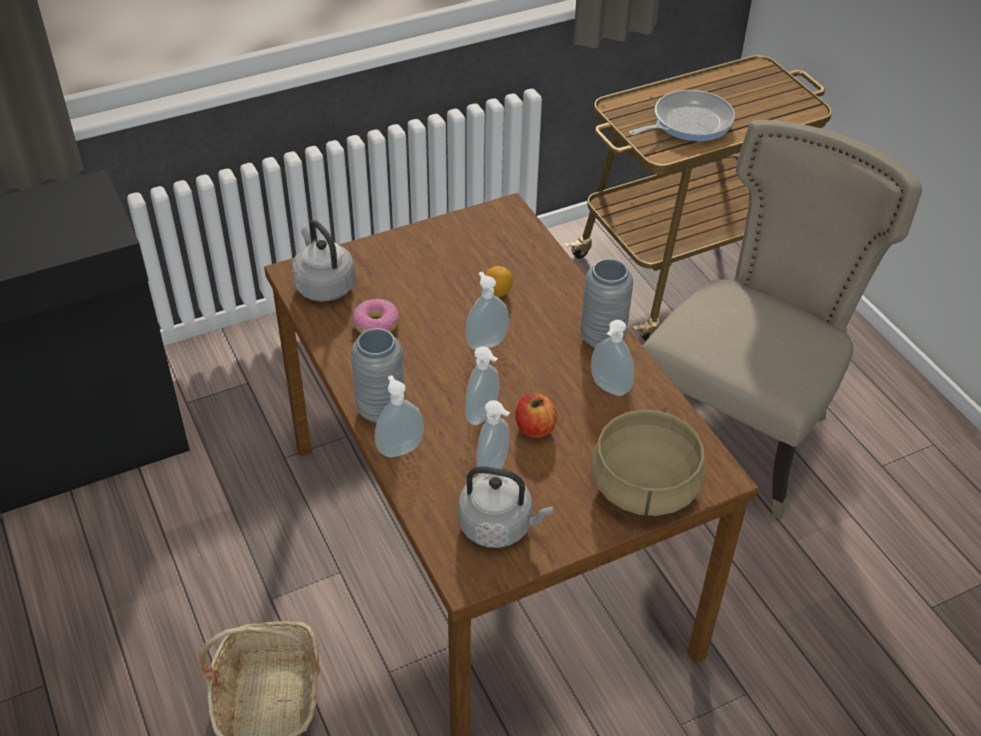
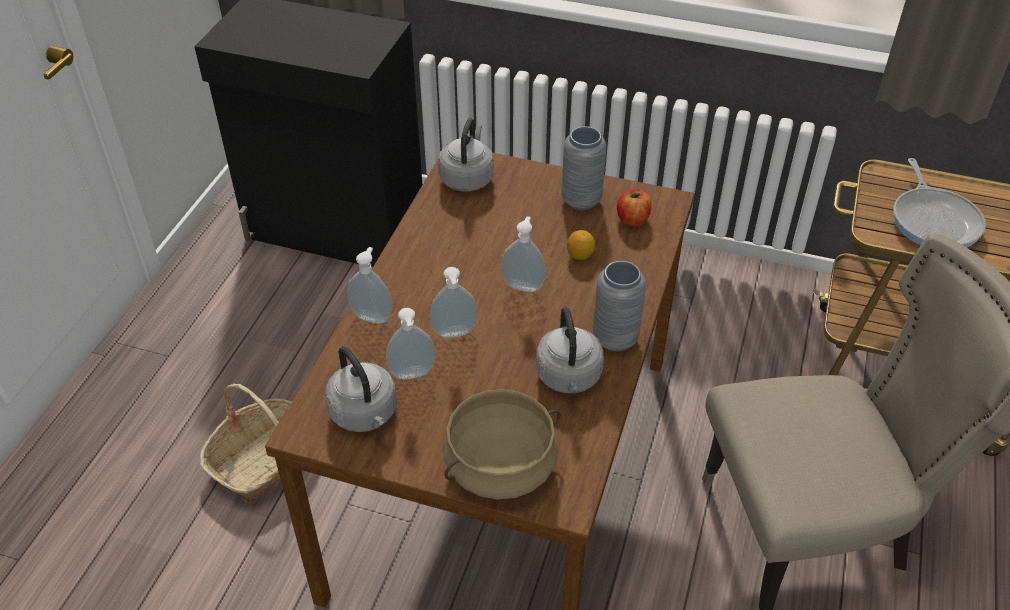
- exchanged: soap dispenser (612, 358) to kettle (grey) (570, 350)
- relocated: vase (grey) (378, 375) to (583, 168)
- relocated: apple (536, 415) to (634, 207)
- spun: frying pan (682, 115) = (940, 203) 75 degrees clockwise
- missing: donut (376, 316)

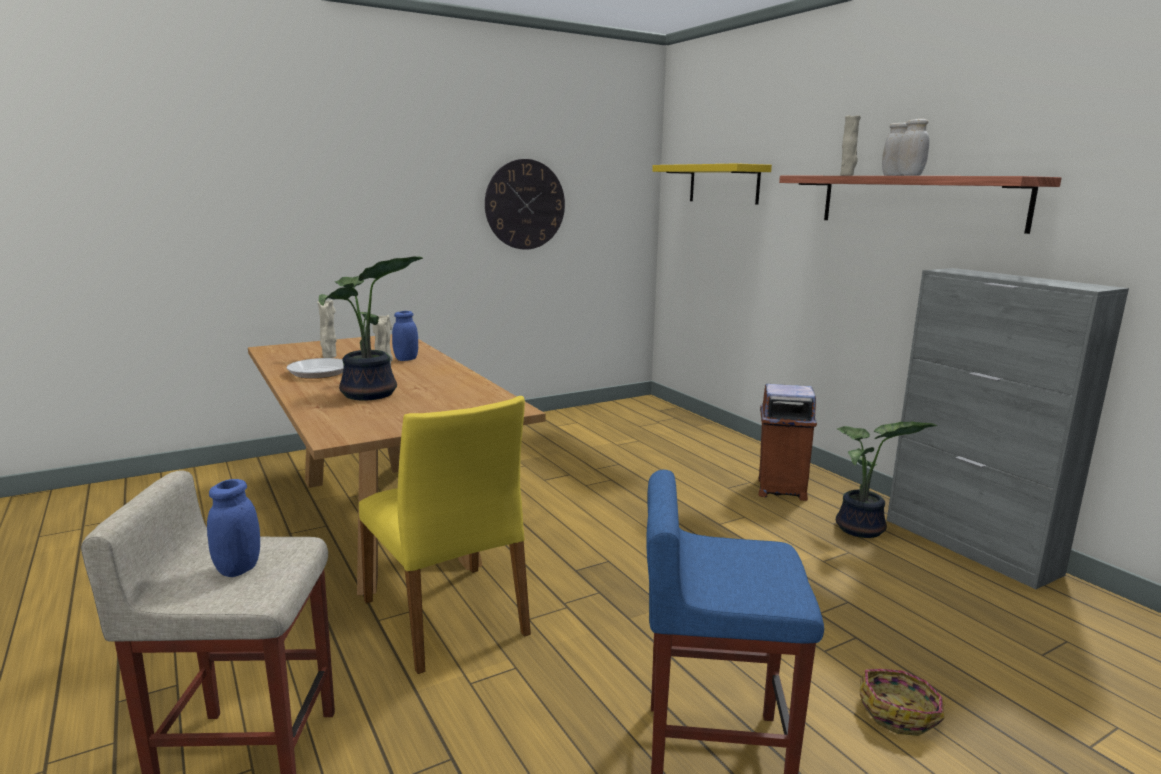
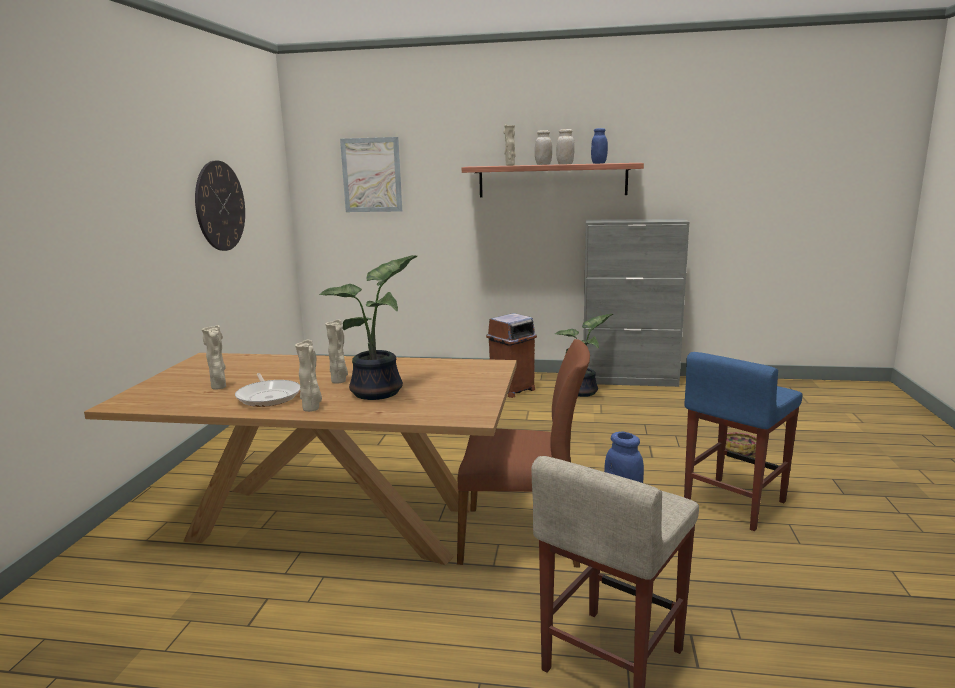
- appeared: vase (beige) (308, 376)
- exchanged: shelf (yellow) (712, 183) to picture (371, 174)
- colour: chair (yellow) (445, 535) to chair (brown) (523, 453)
- relocated: jar (blue) (405, 336) to (599, 146)

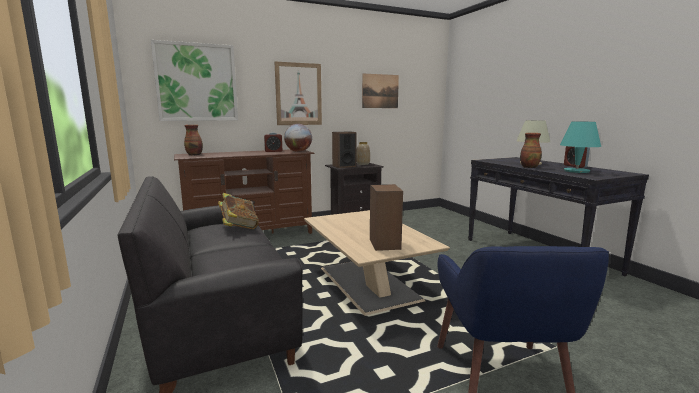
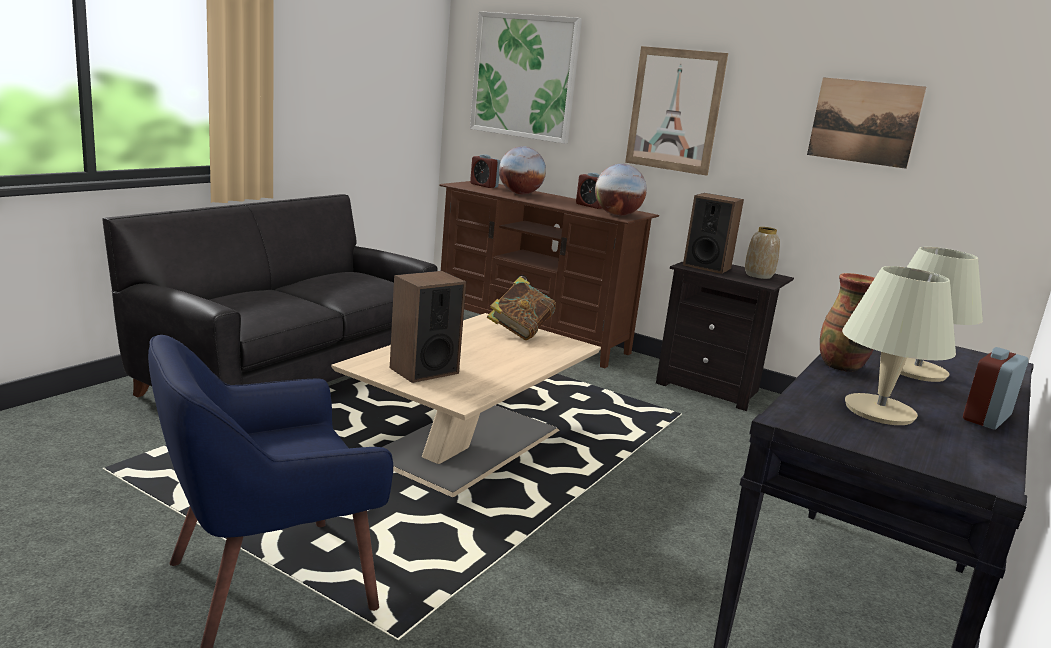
- exchanged: vase (193, 140) to alarm clock (485, 171)
- relocated: book (238, 211) to (521, 308)
- appeared: globe (522, 170)
- colour: table lamp (turquoise) (580, 147) to table lamp (beige) (899, 345)

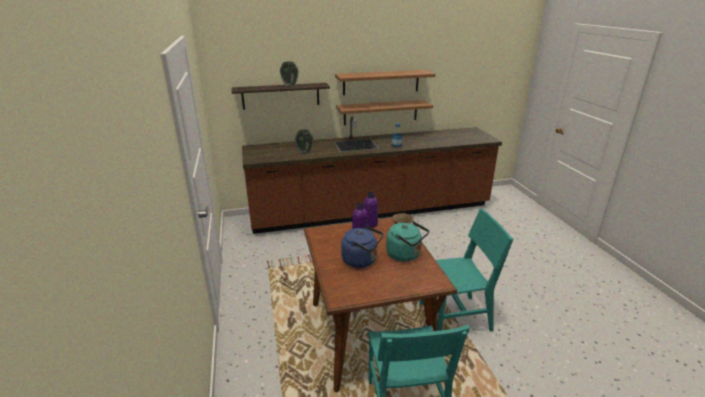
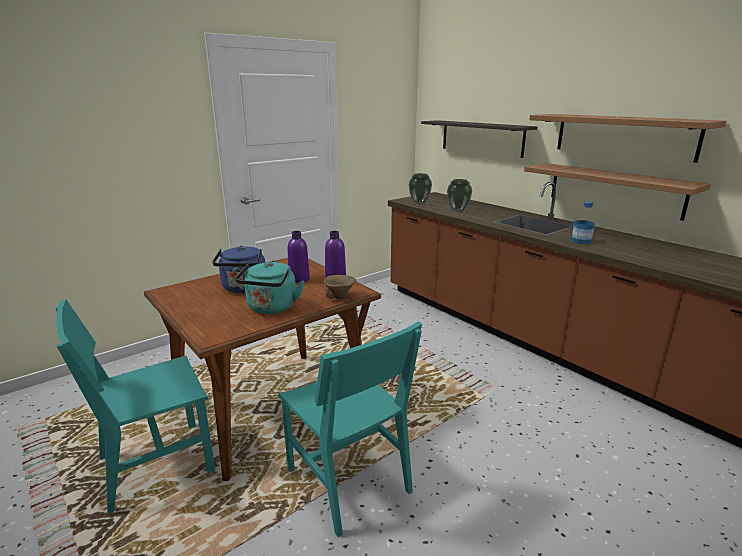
- relocated: vase (289, 74) to (420, 188)

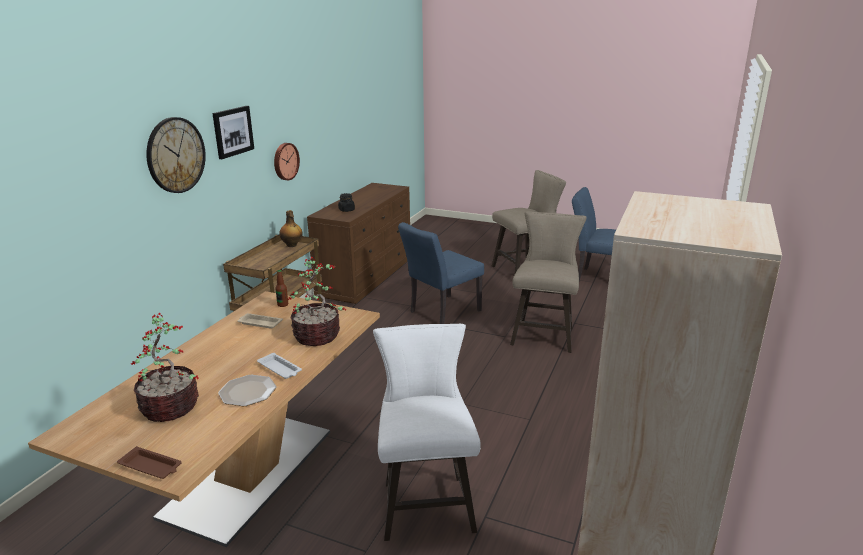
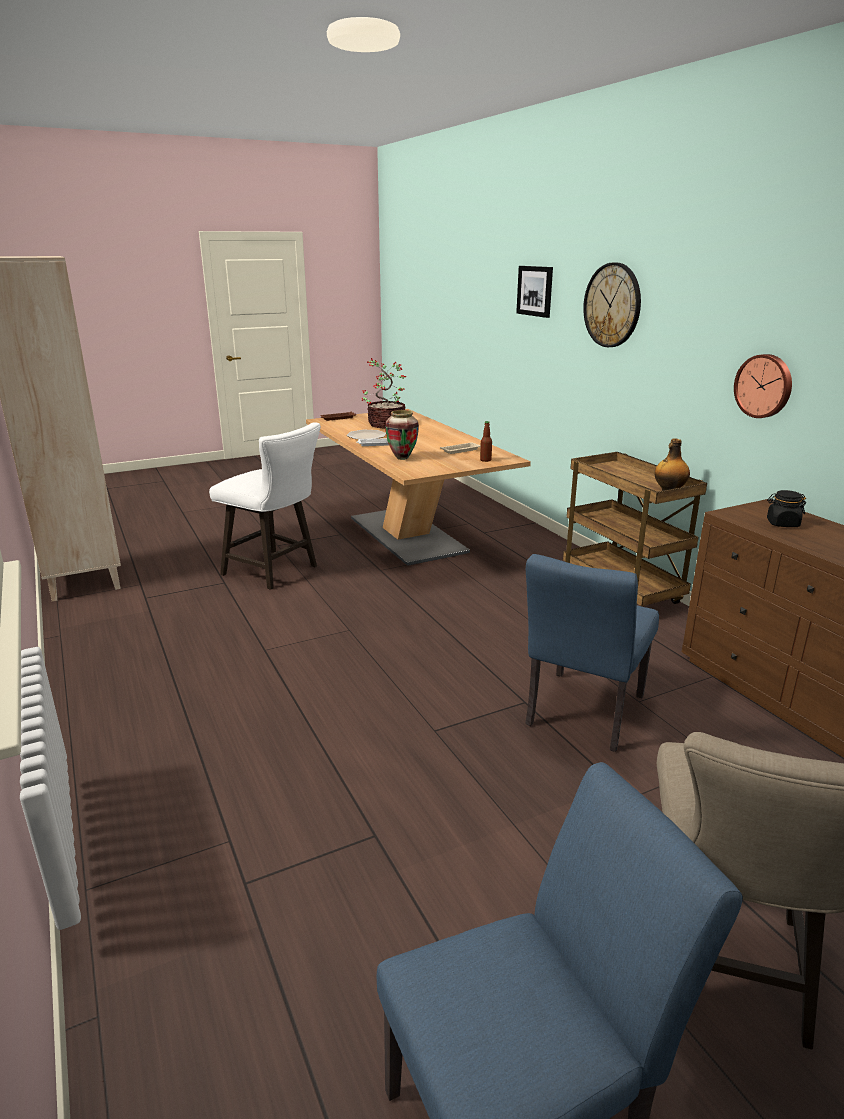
- exchanged: potted plant (317, 301) to vase (402, 435)
- relocated: picture (233, 132) to (534, 292)
- spun: chair (blue) (441, 273) = (592, 653) 150 degrees counterclockwise
- missing: stool (beige) (548, 282)

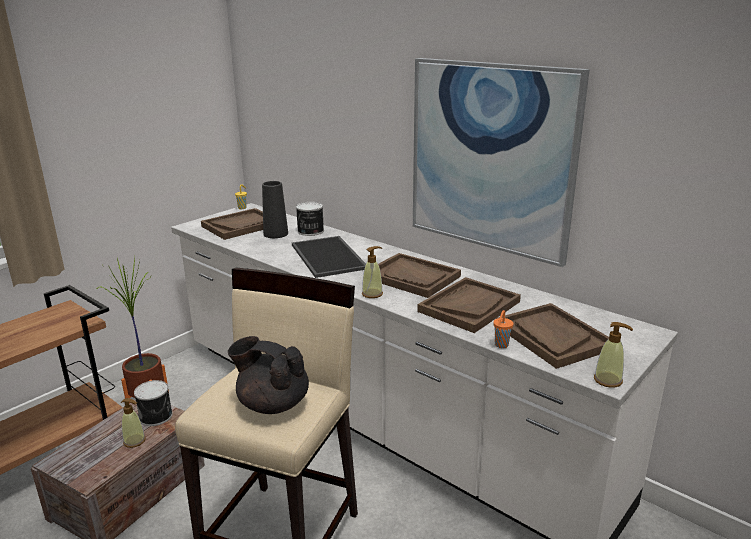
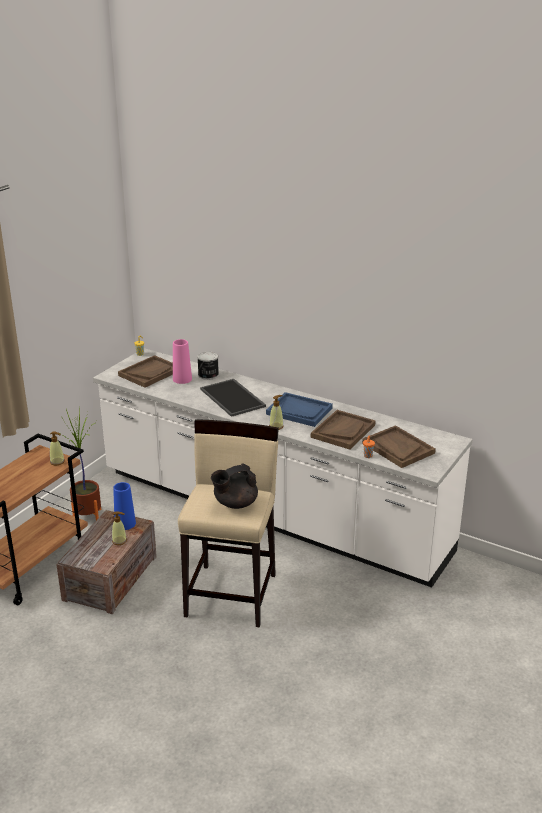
- relocated: soap dispenser (613, 355) to (57, 448)
- exchanged: can (153, 403) to vase (blue) (124, 506)
- colour: vase (black) (275, 209) to vase (pink) (182, 361)
- spun: teapot (black) (268, 375) = (234, 486) 45 degrees counterclockwise
- colour: tray (brown) (419, 275) to tray (blue) (299, 409)
- missing: picture (501, 162)

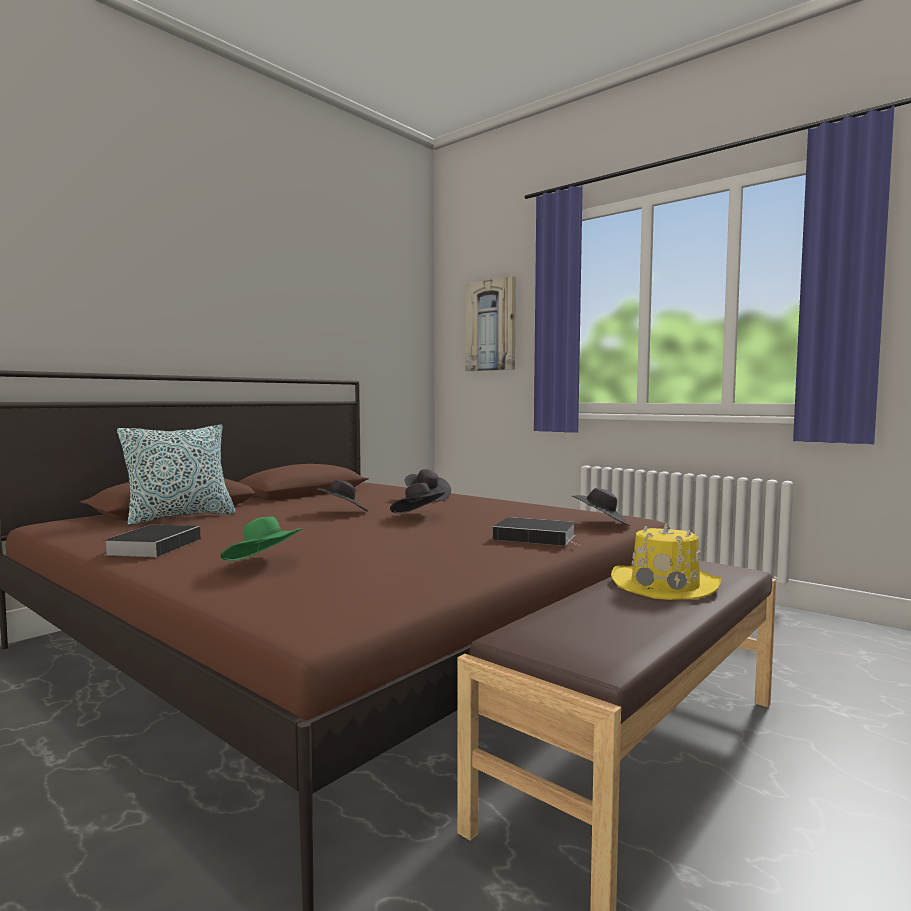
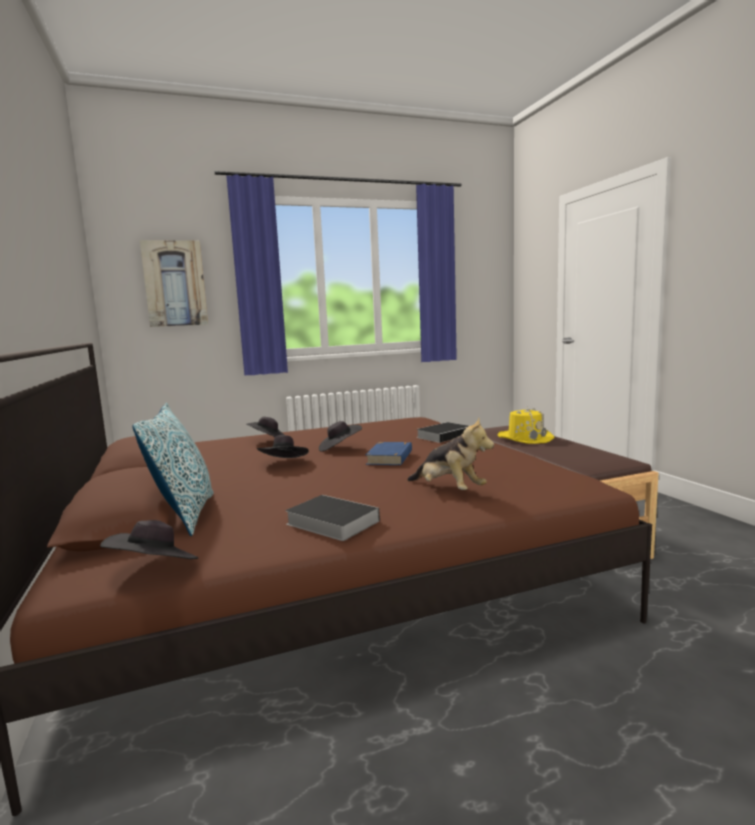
- relocated: hat (black) (601, 507) to (149, 539)
- appeared: book (blue) (389, 453)
- exchanged: hat (green) (261, 539) to plush toy (450, 453)

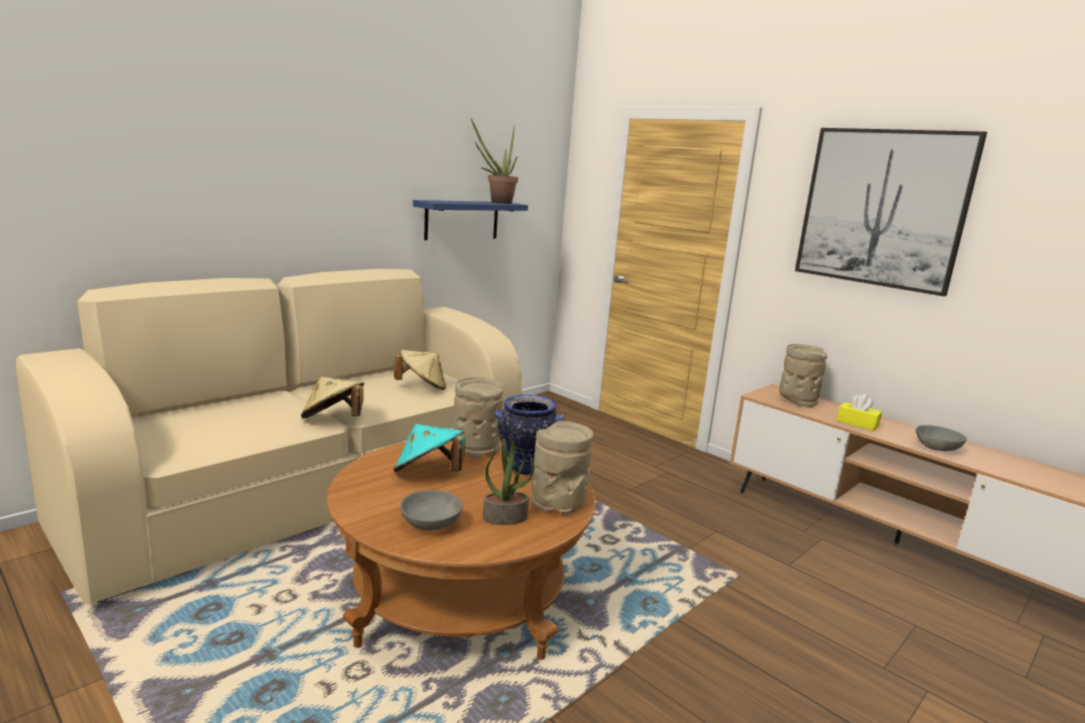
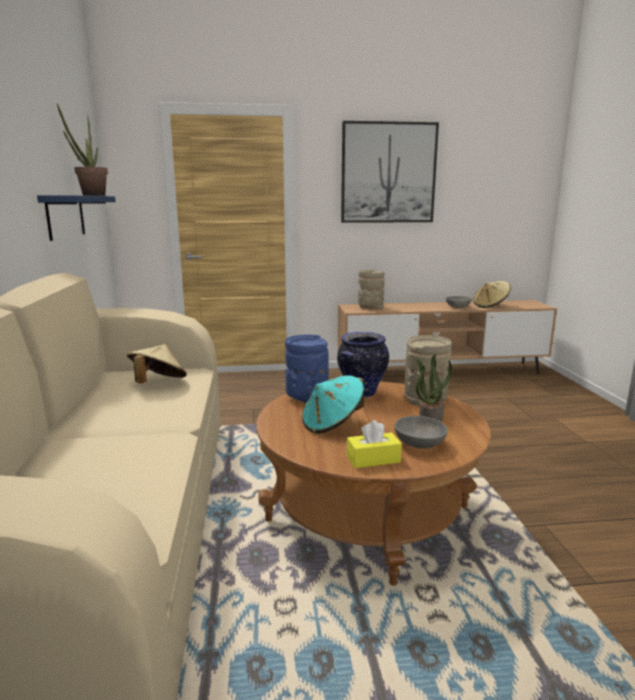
- colour: vase (beige) (478, 417) to vase (blue) (307, 369)
- relocated: tissue box (yellow) (859, 412) to (374, 444)
- relocated: hat (beige) (332, 398) to (492, 294)

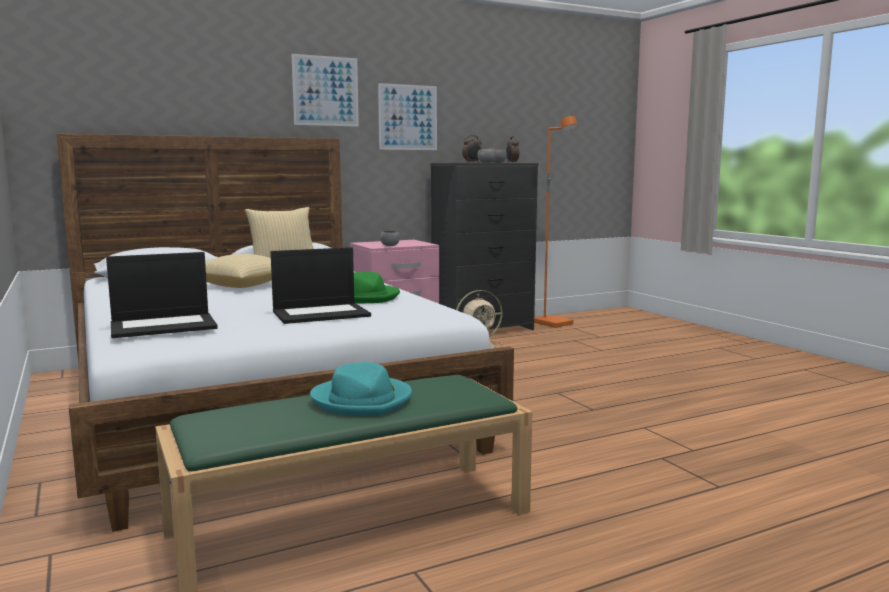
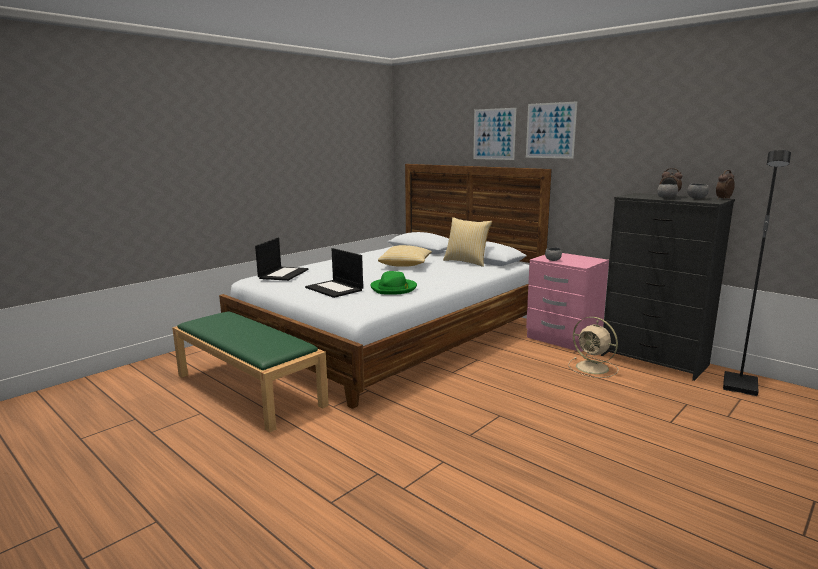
- spun: laptop (162, 295) = (282, 259) 120 degrees counterclockwise
- relocated: picture (407, 116) to (494, 134)
- colour: floor lamp (orange) (555, 222) to floor lamp (black) (757, 273)
- missing: hat (turquoise) (361, 389)

